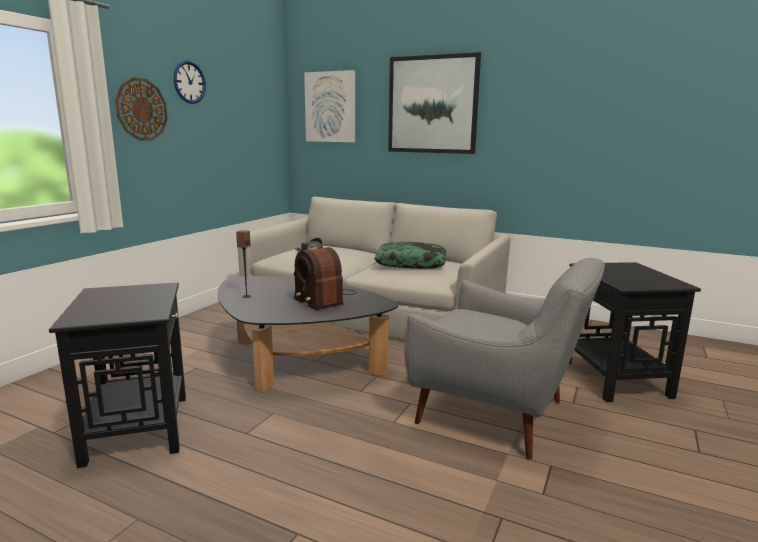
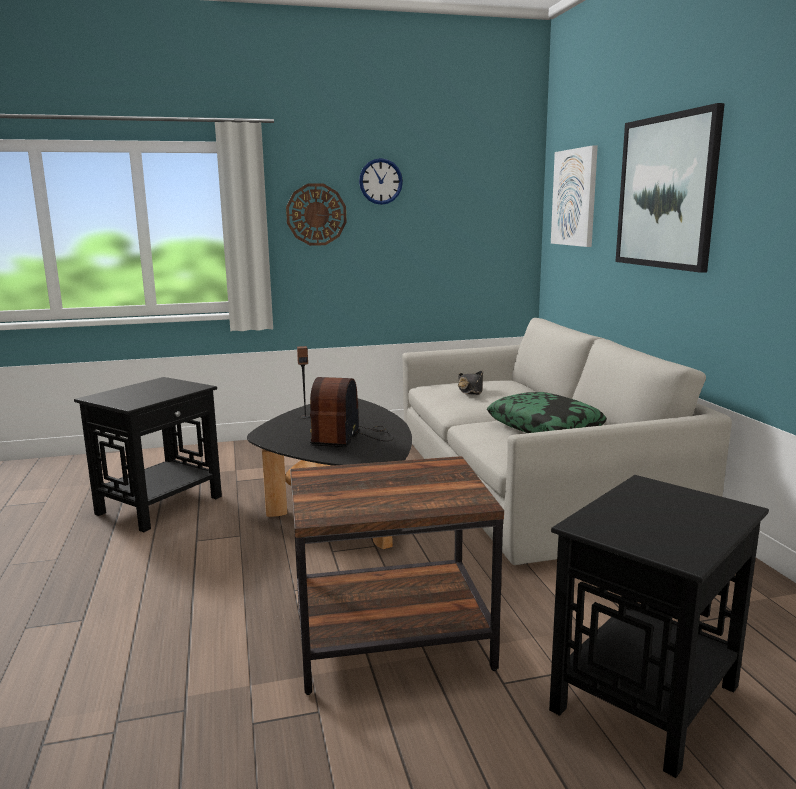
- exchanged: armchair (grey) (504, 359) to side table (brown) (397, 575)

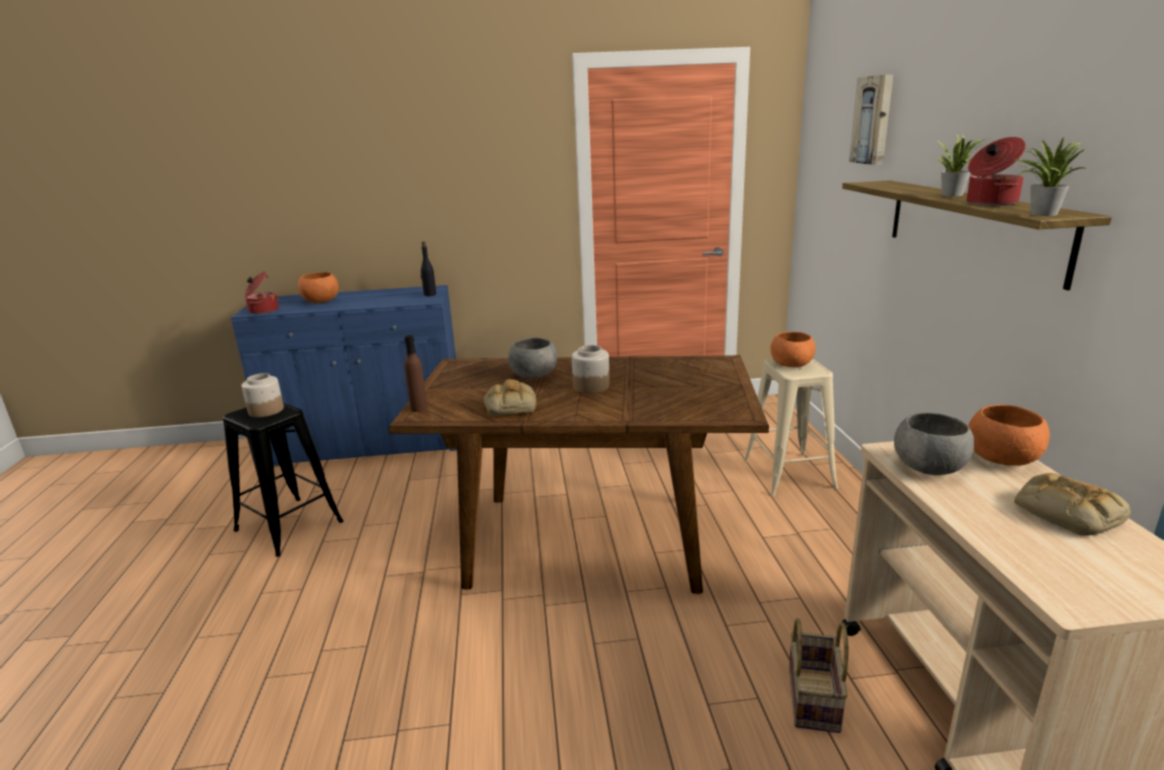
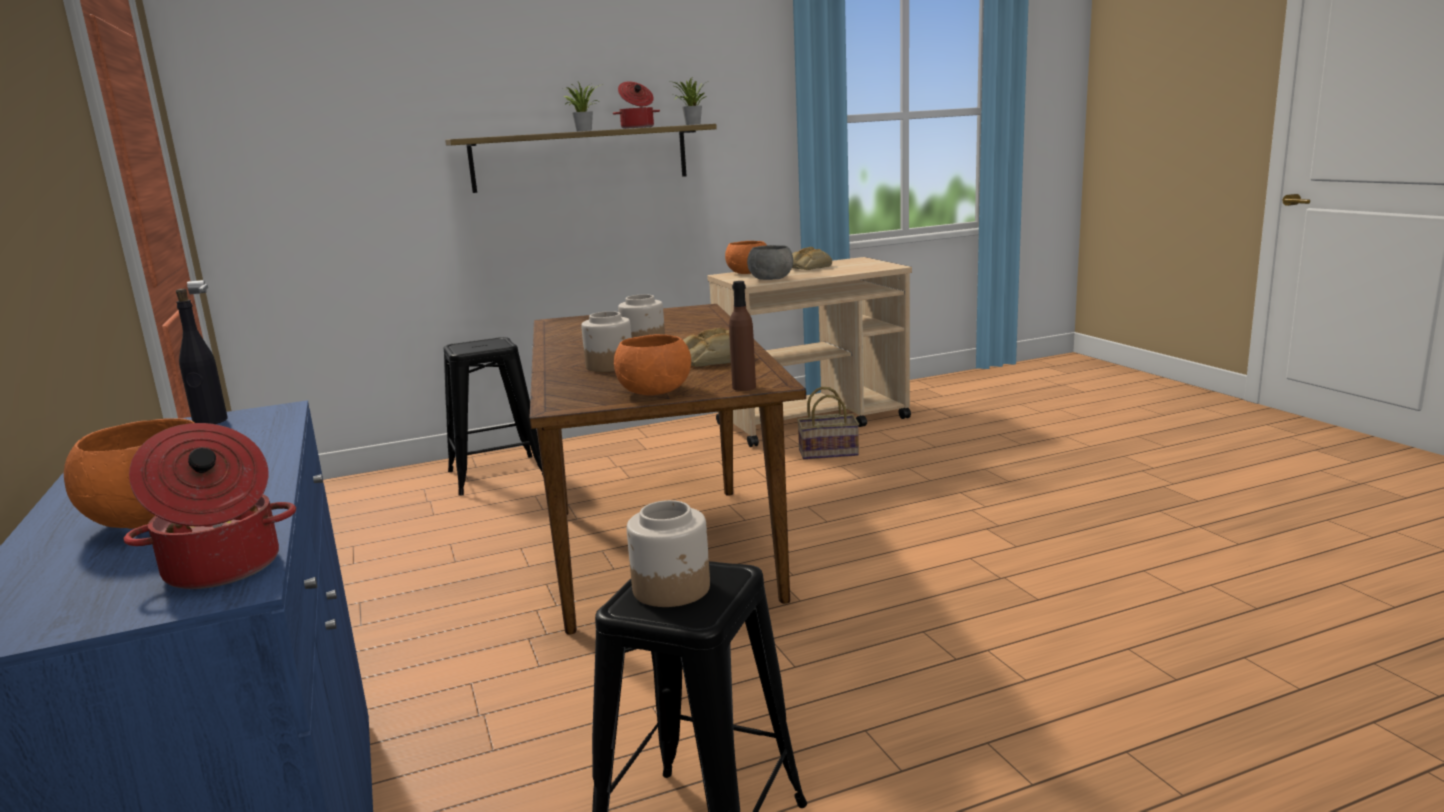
- colour: stool (beige) (791, 427) to stool (black) (493, 416)
- exchanged: bowl (grey) (532, 358) to jar (606, 341)
- relocated: bowl (orange) (793, 349) to (652, 365)
- missing: picture (871, 119)

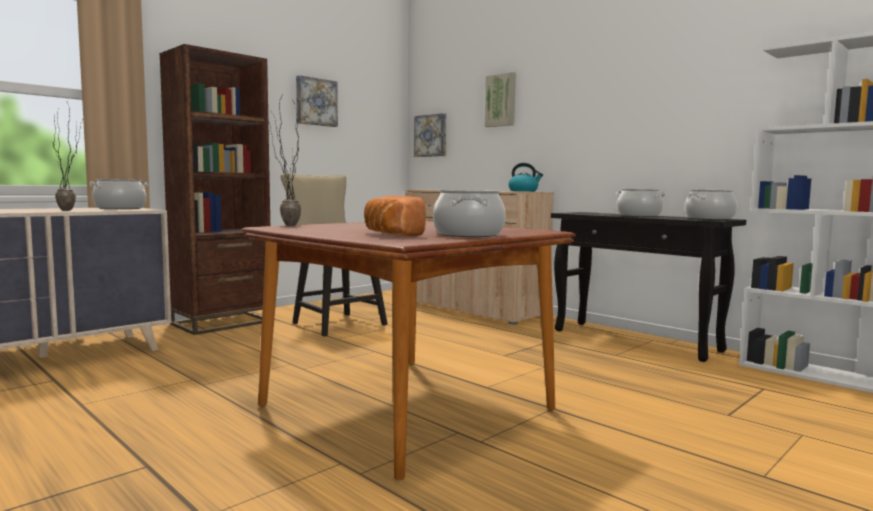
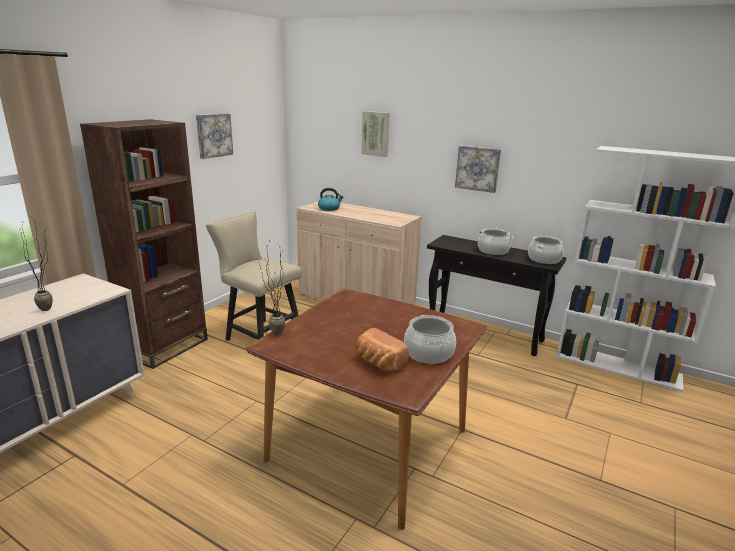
- relocated: kettle (525, 177) to (331, 199)
- relocated: picture (430, 135) to (478, 169)
- missing: cooking pot (118, 194)

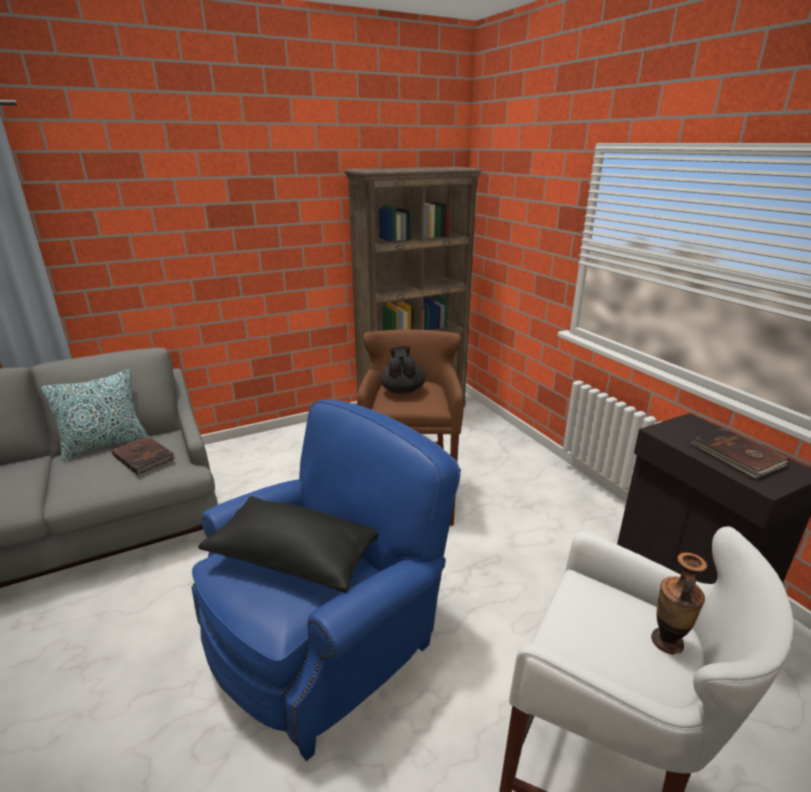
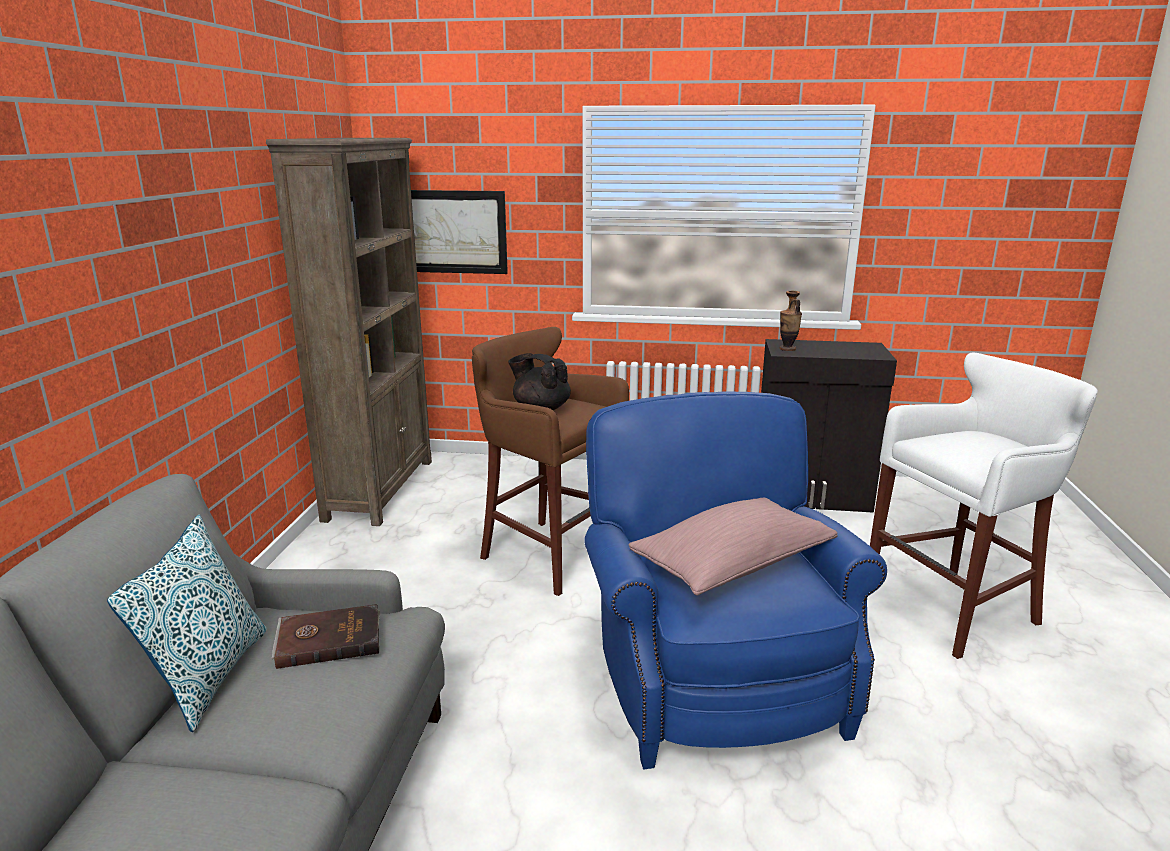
- appeared: picture (459, 232)
- colour: pillow (black) (288, 544) to pillow (pink) (733, 547)
- relocated: vase (679, 603) to (791, 321)
- missing: book (brown) (740, 453)

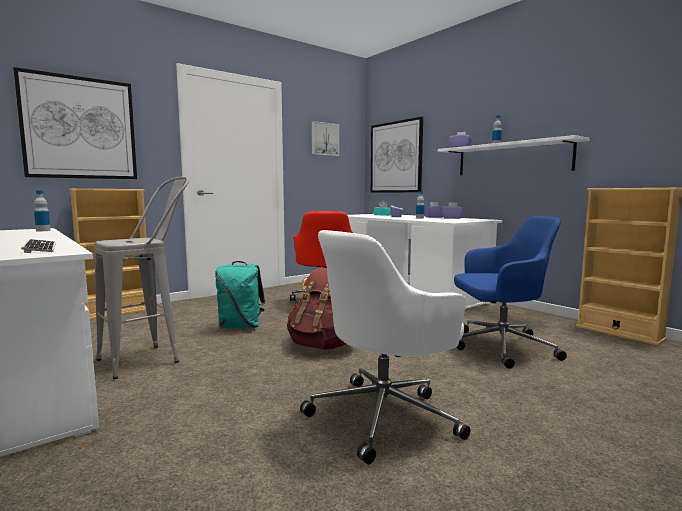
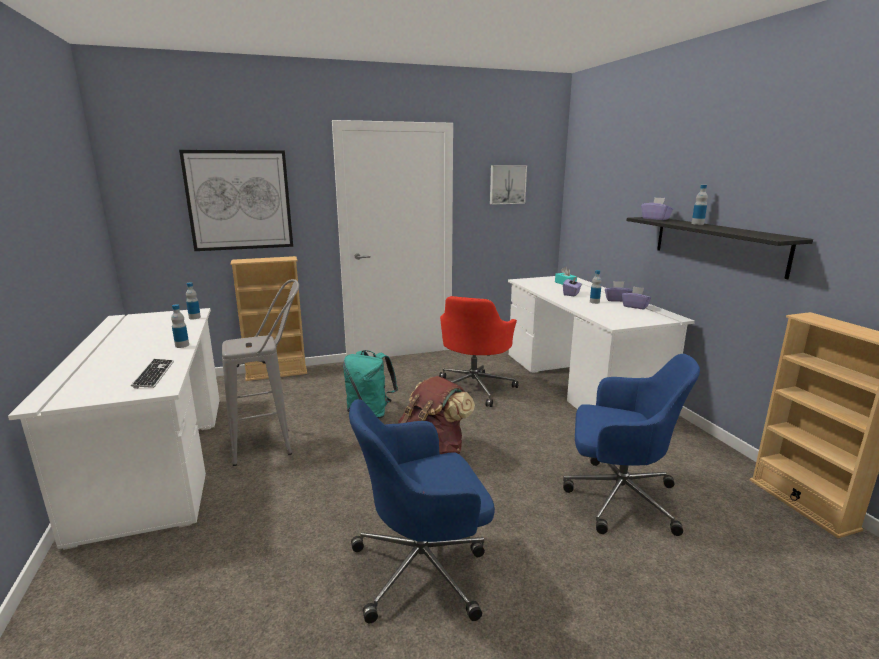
- appeared: bottle (180, 326)
- colour: office chair (white) (385, 347) to office chair (blue) (422, 511)
- colour: shelf (white) (514, 155) to shelf (black) (719, 248)
- missing: picture (397, 154)

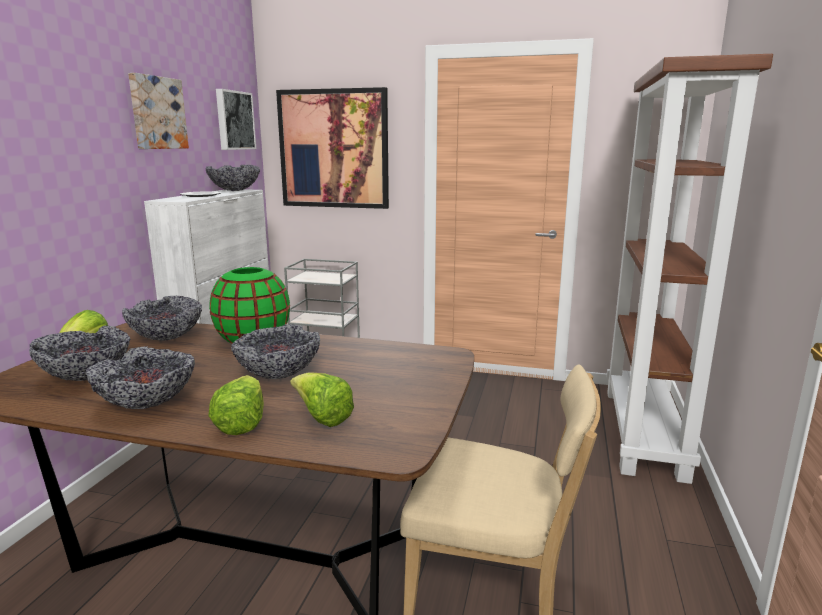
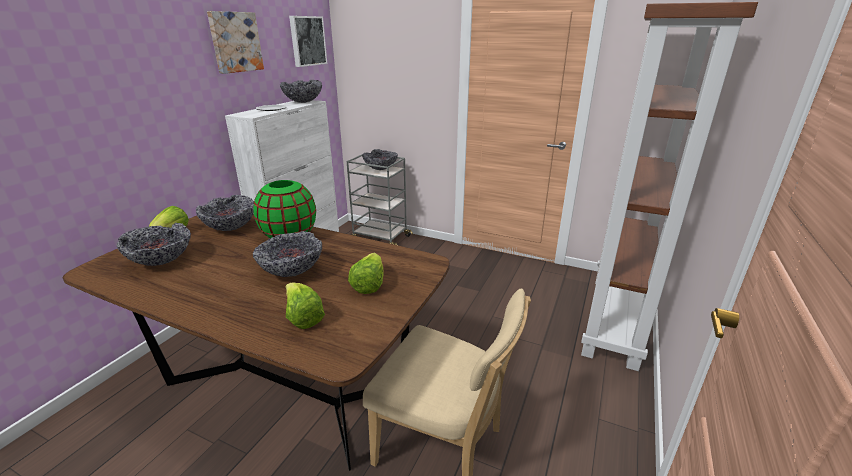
- relocated: lettuce (236, 405) to (366, 273)
- relocated: bowl (140, 378) to (380, 159)
- missing: picture (332, 148)

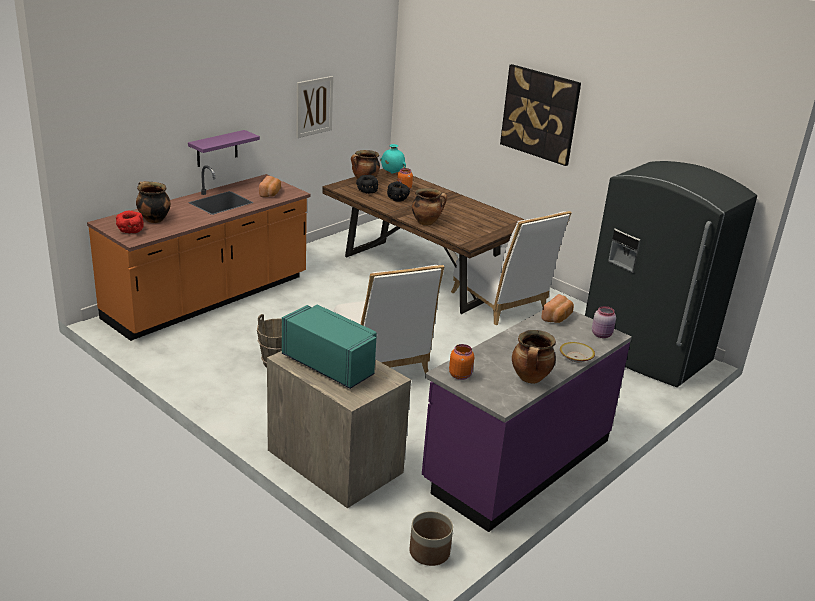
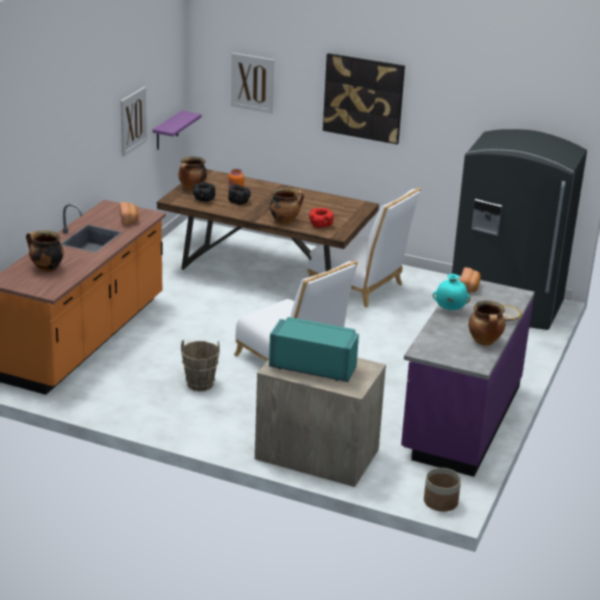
- relocated: shelf (purple) (224, 148) to (177, 130)
- appeared: picture (252, 83)
- relocated: bowl (red) (130, 222) to (321, 218)
- relocated: vase (turquoise) (393, 159) to (451, 292)
- missing: jar (orange) (461, 362)
- missing: jar (pink) (604, 322)

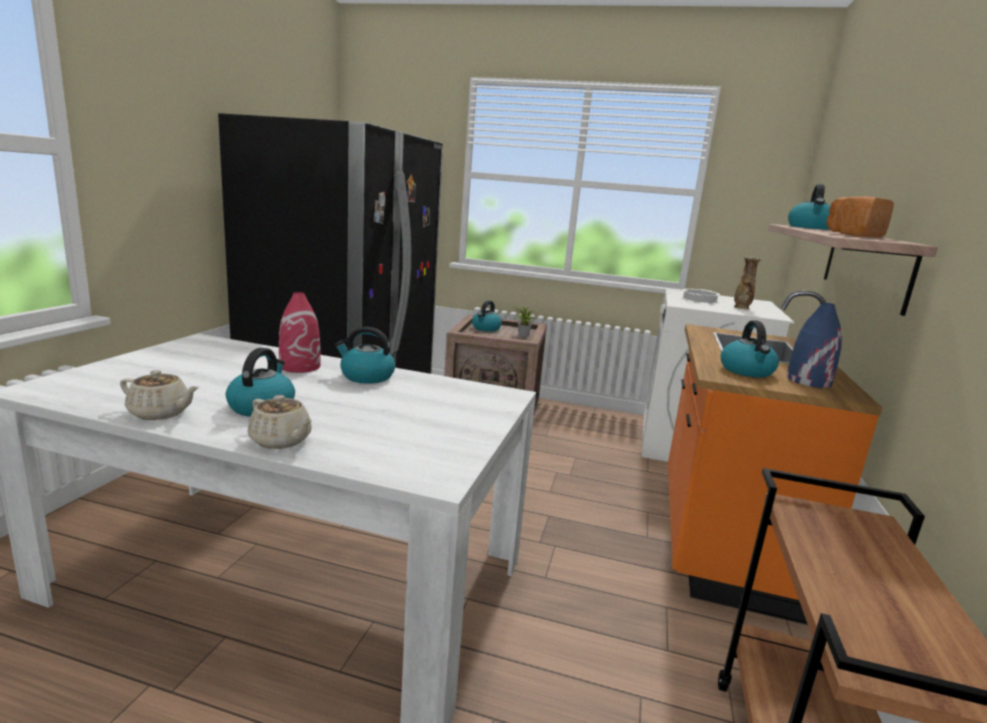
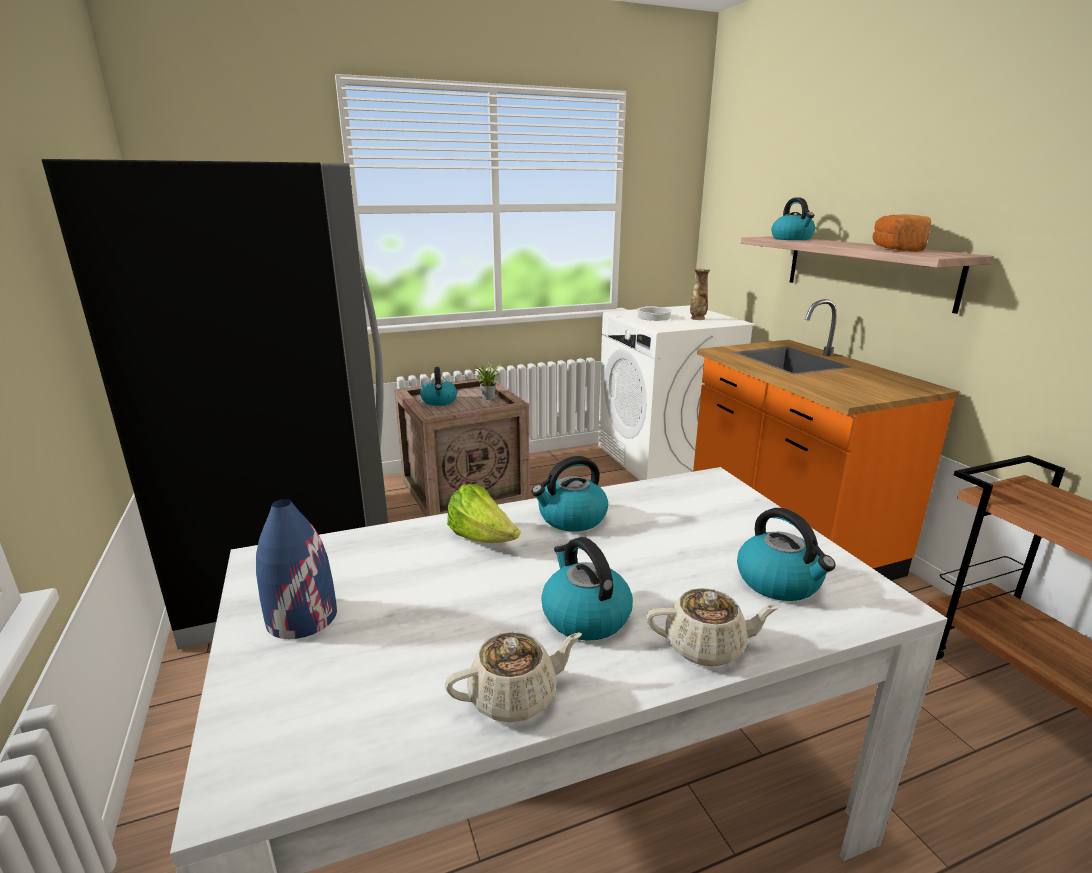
- relocated: vase (blue) (814, 345) to (296, 569)
- exchanged: vase (red) (300, 332) to lettuce (483, 513)
- relocated: kettle (750, 349) to (786, 554)

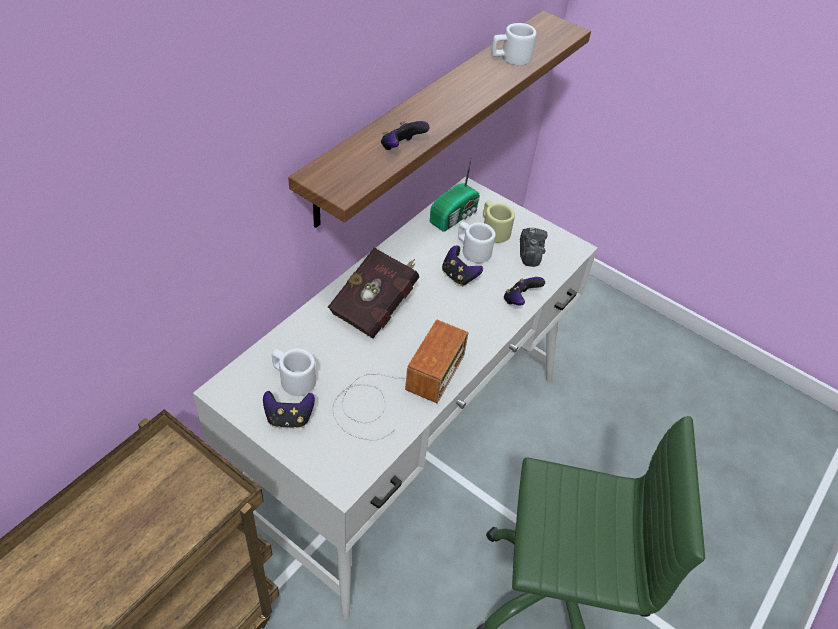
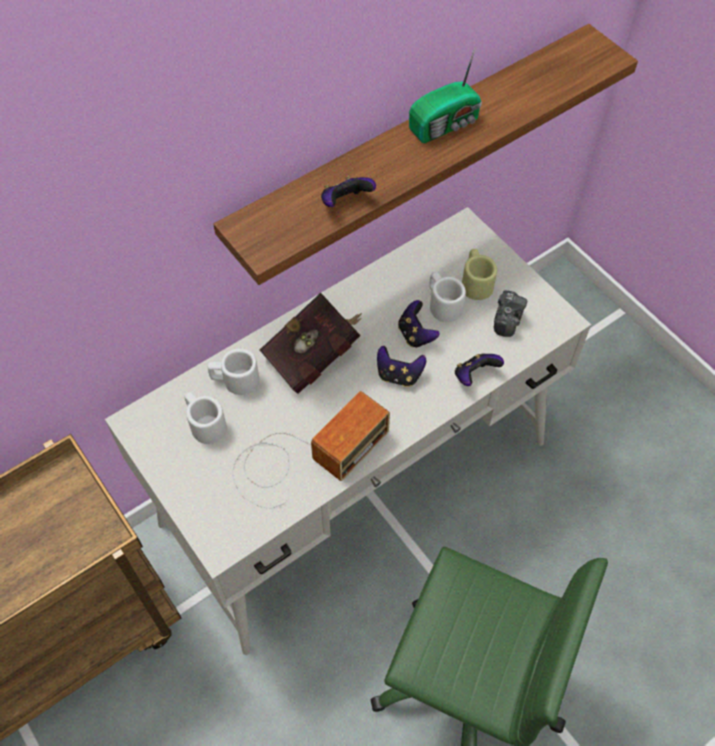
- relocated: mug (white) (513, 44) to (233, 372)
- relocated: game controller (289, 410) to (401, 366)
- relocated: radio (455, 194) to (445, 95)

